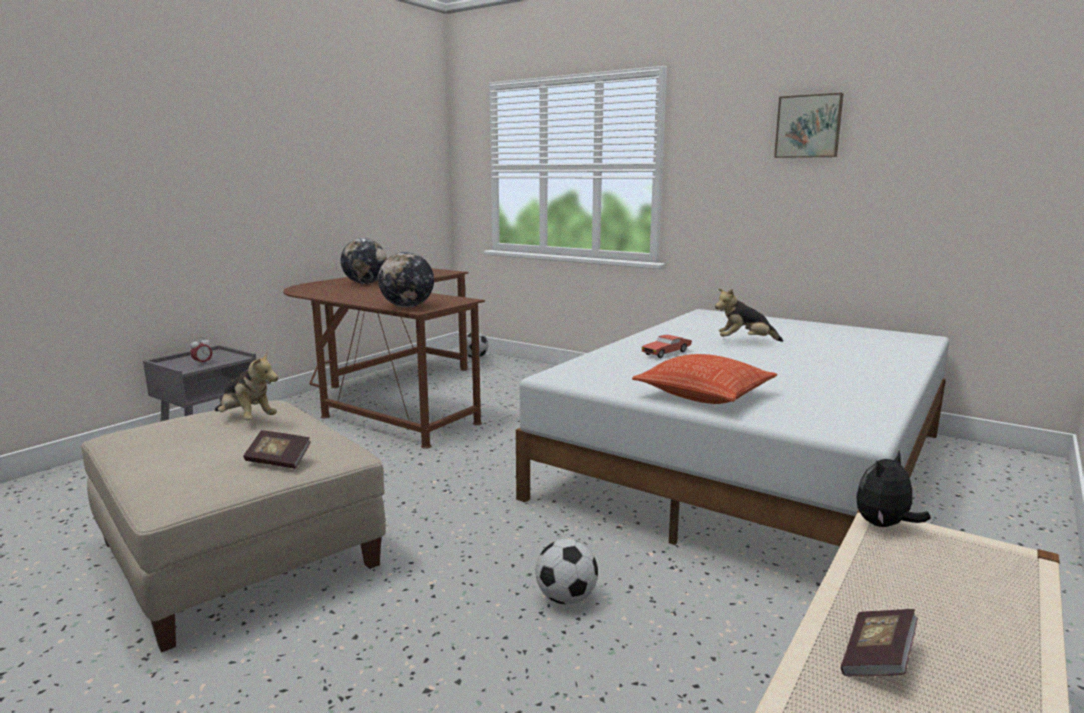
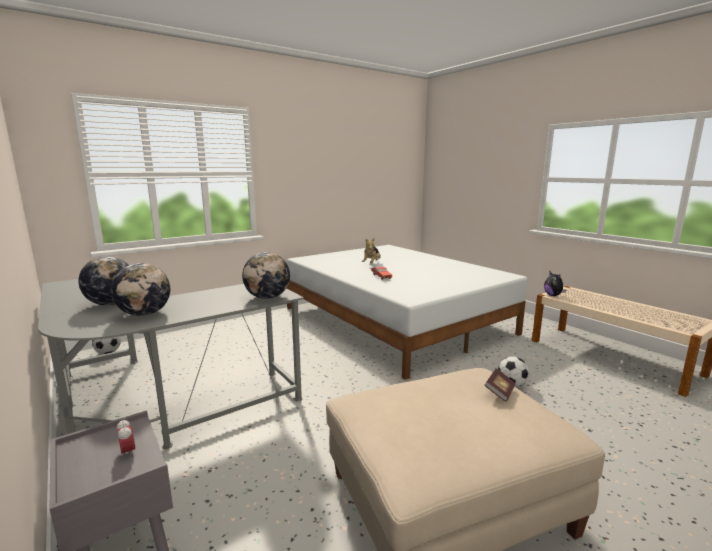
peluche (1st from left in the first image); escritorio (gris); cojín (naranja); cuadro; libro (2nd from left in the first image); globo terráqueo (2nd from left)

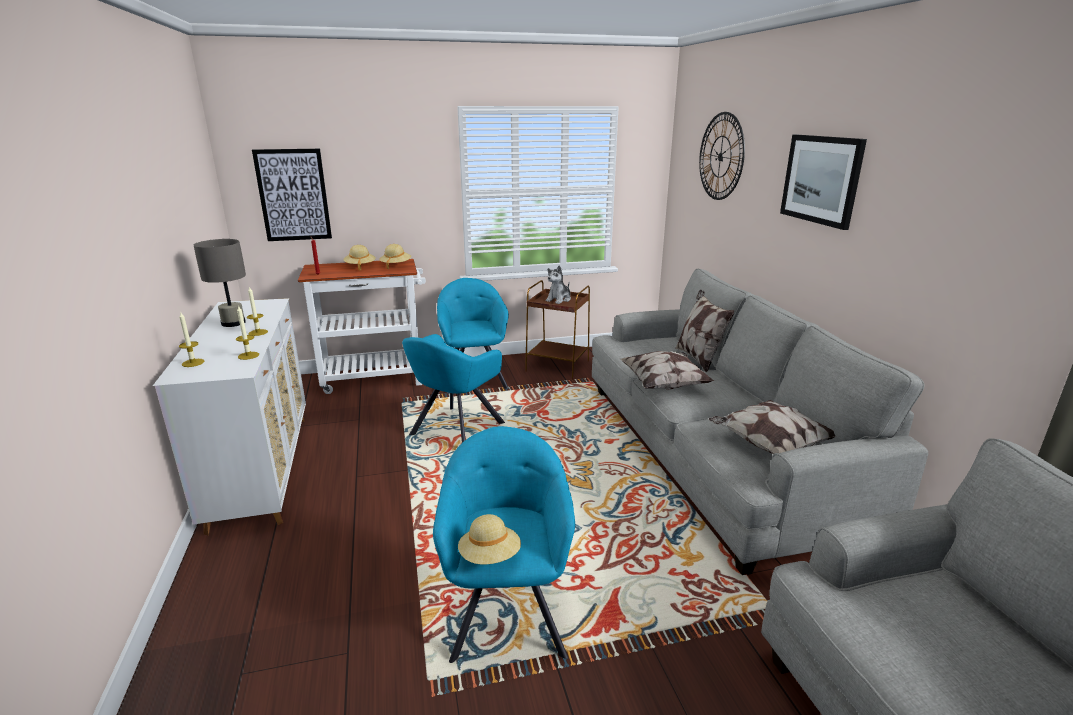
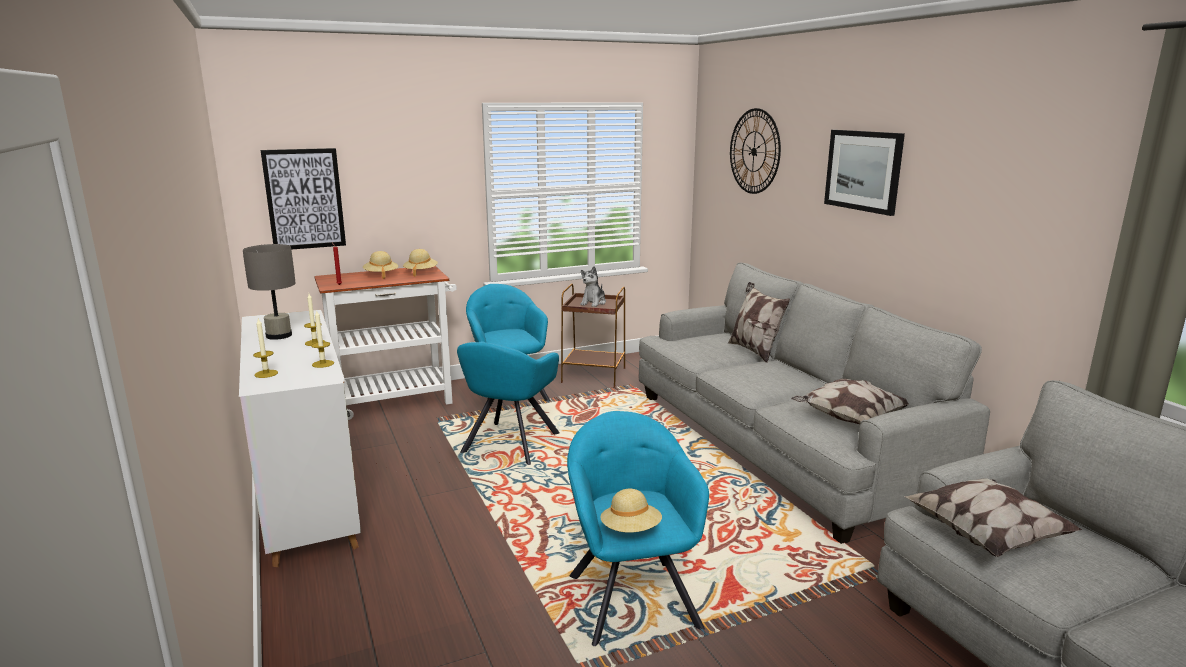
cojín (3rd from left)

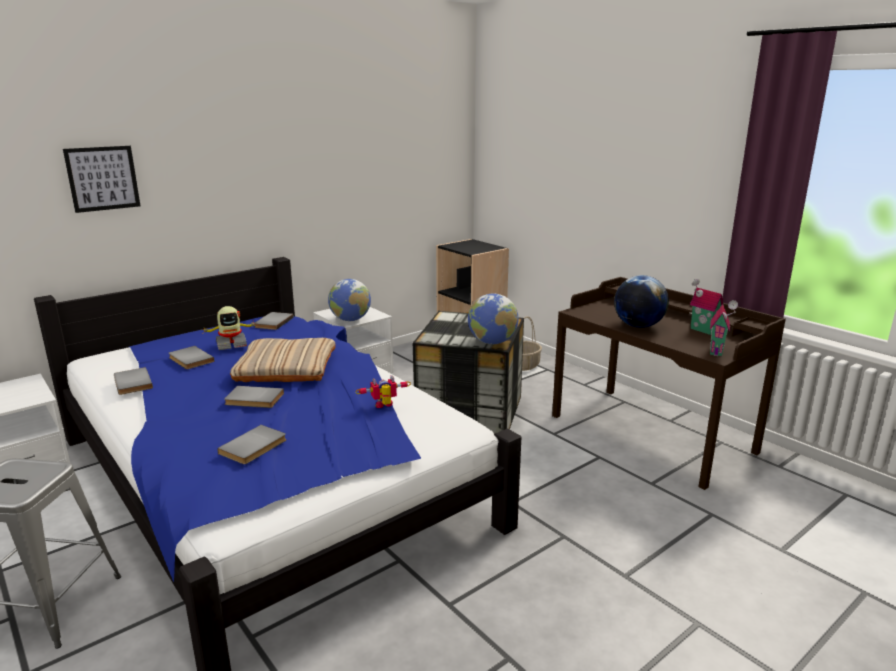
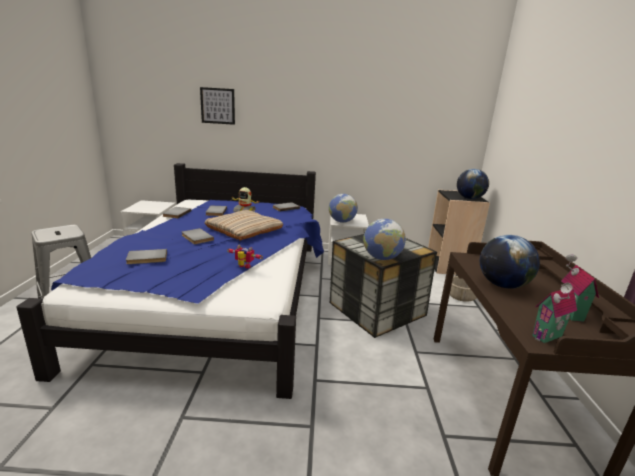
globo terráqueo (3rd from left)

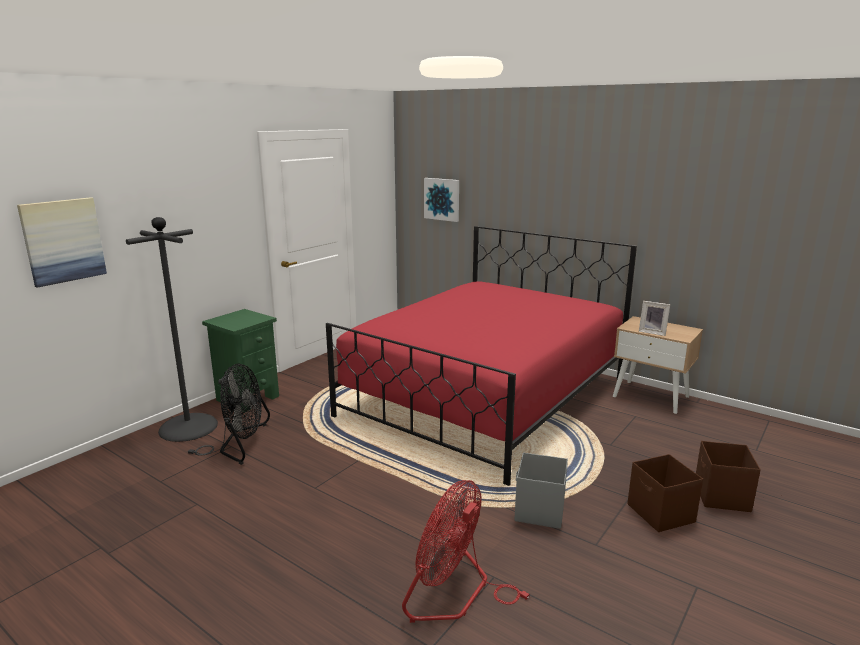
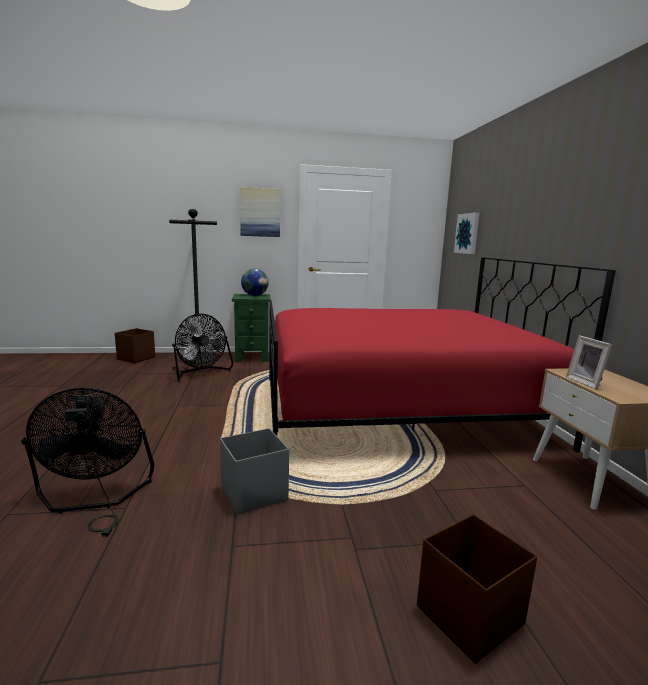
cuadro (1st from left); ventilador (negro) (1st from left); caja de almacenaje (marrón) (1st from left); globo terráqueo

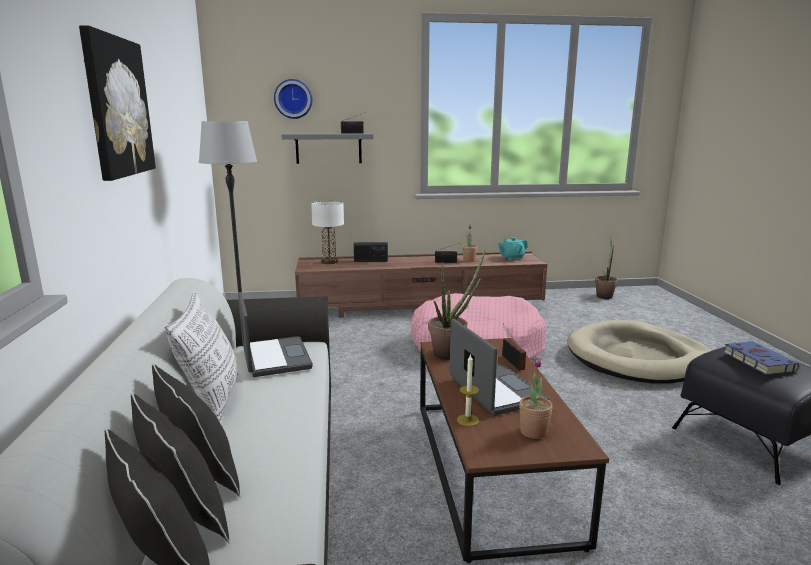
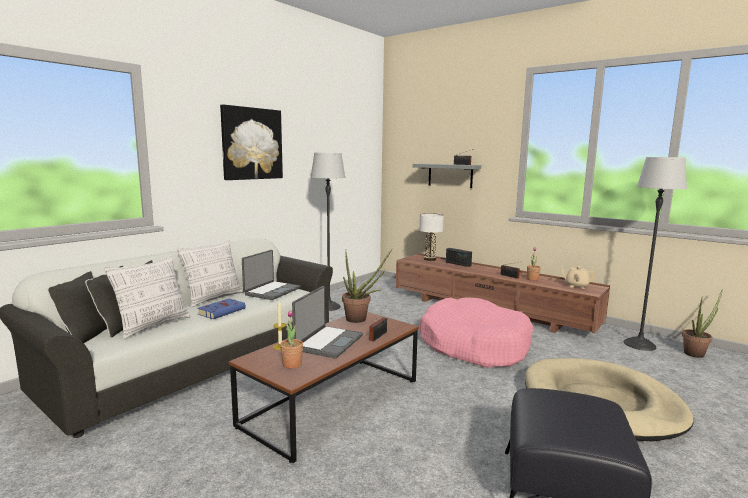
reloj de pared; tetera (beis); libro (azul); cojín (1st from left); lámpara de pie (2nd from left)

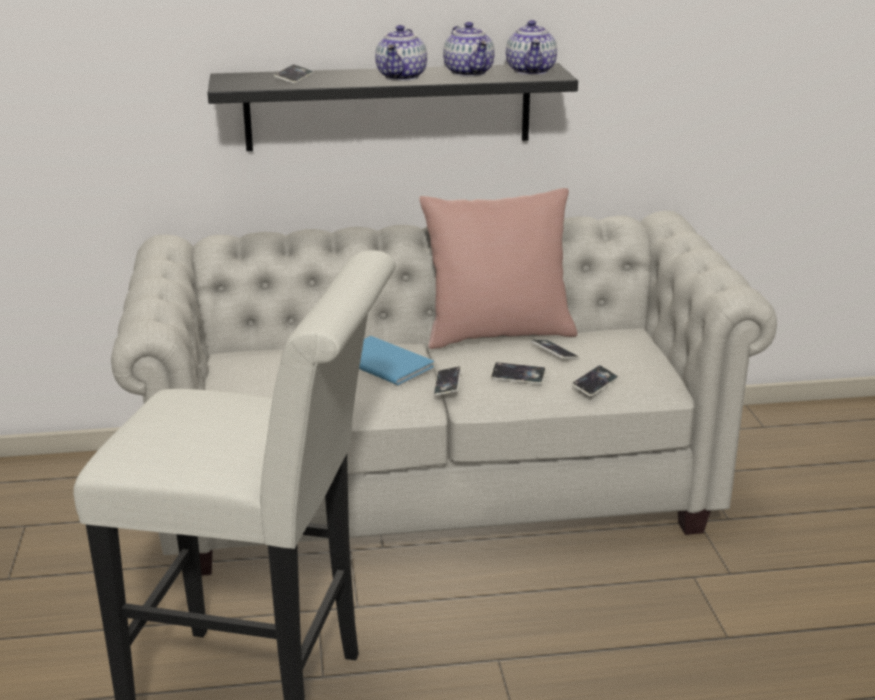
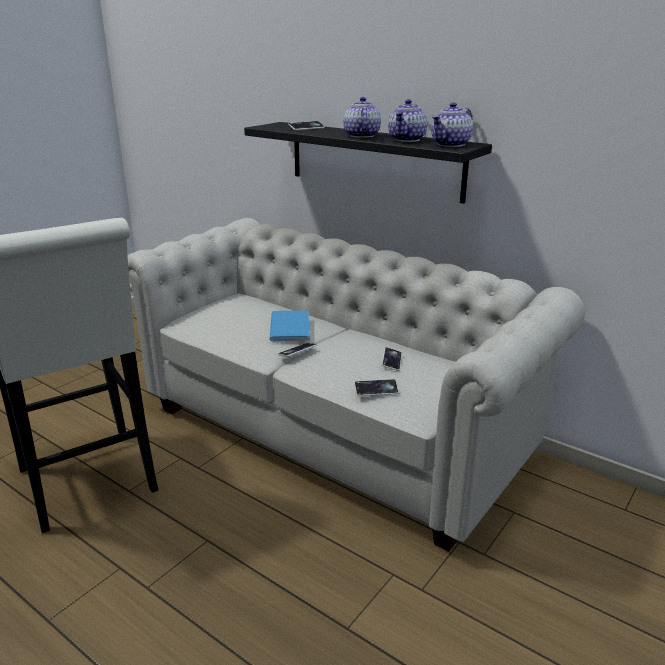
tetera (1st from left); cojín (rosa); móvil (3rd from left in the first image)

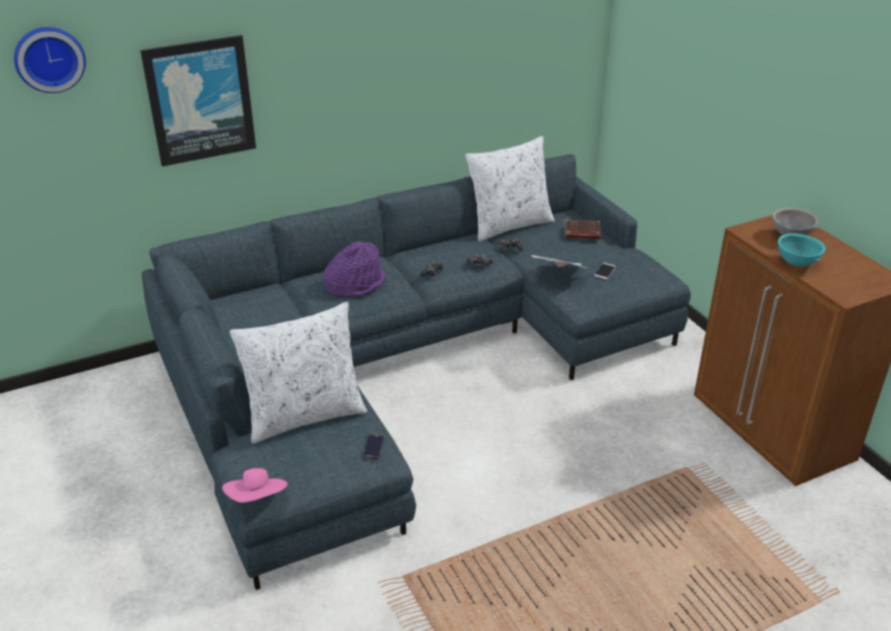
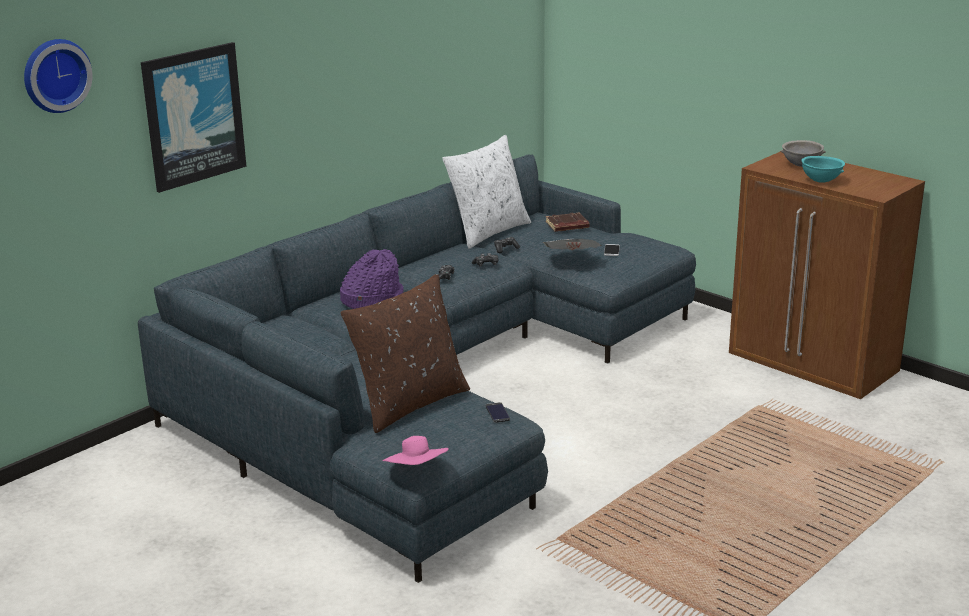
cojín (marrón)

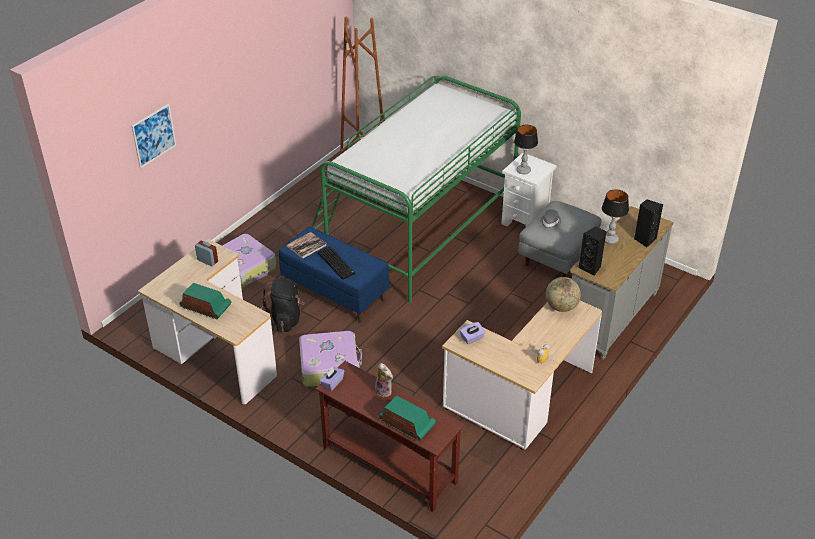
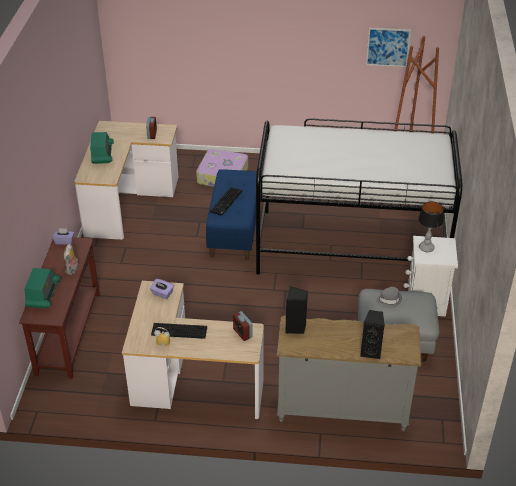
cuadro; mochila (negro); libro; maleta (2nd from left in the first image); cama (negro); despertador (3rd from left); lámpara de mesa (2nd from left in the first image); teclado (1st from left)

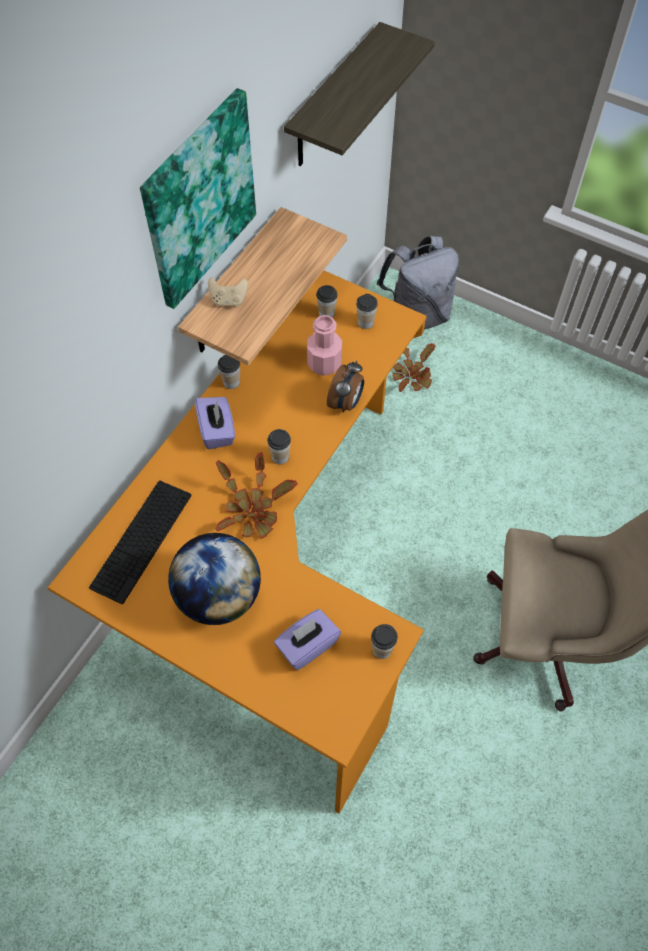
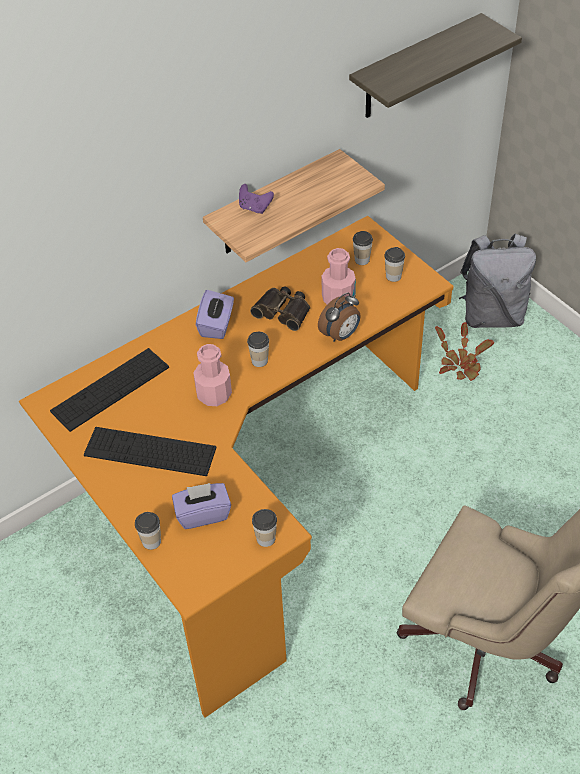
cuadro; teclado (2nd from left); mando de consola (morado); botella (rosa) (1st from left); taza (1st from left); prismáticos

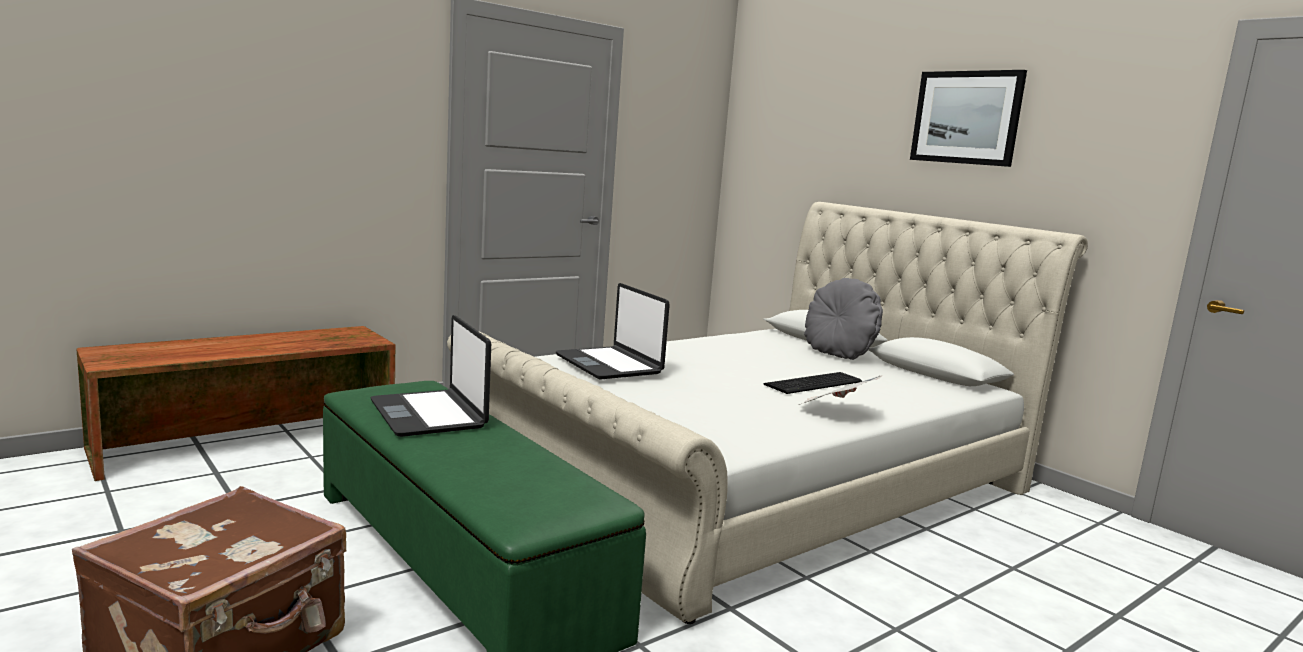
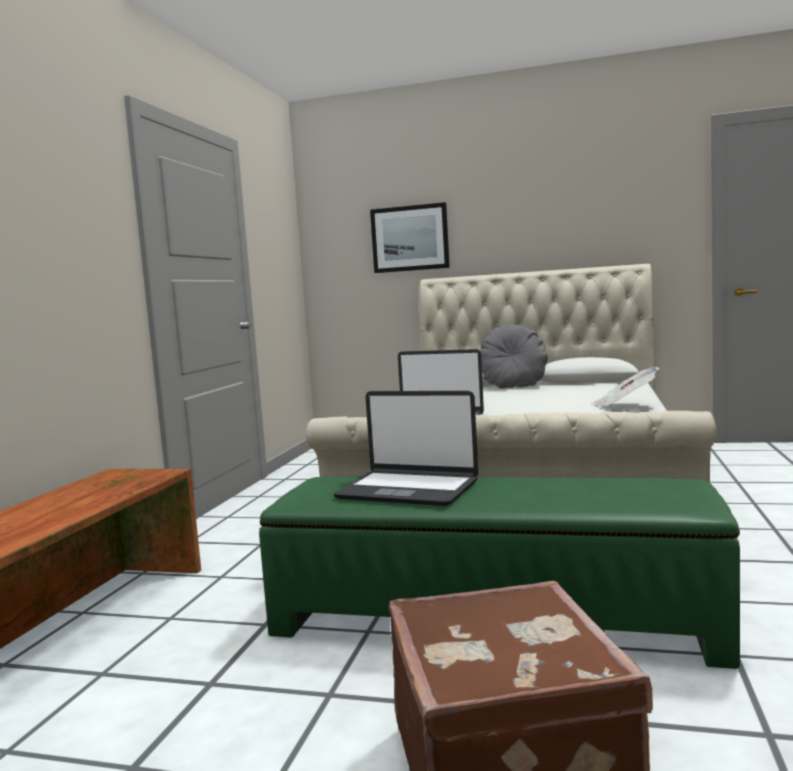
teclado; cuadro

